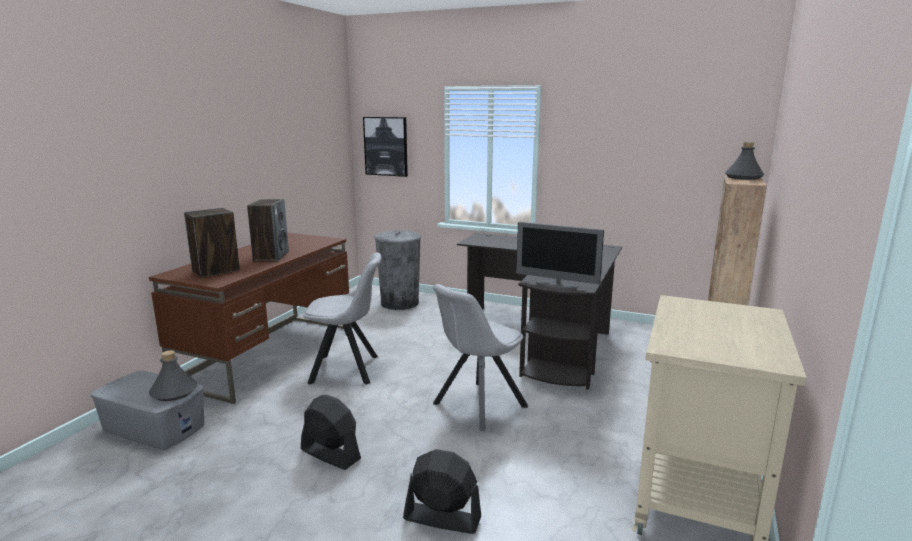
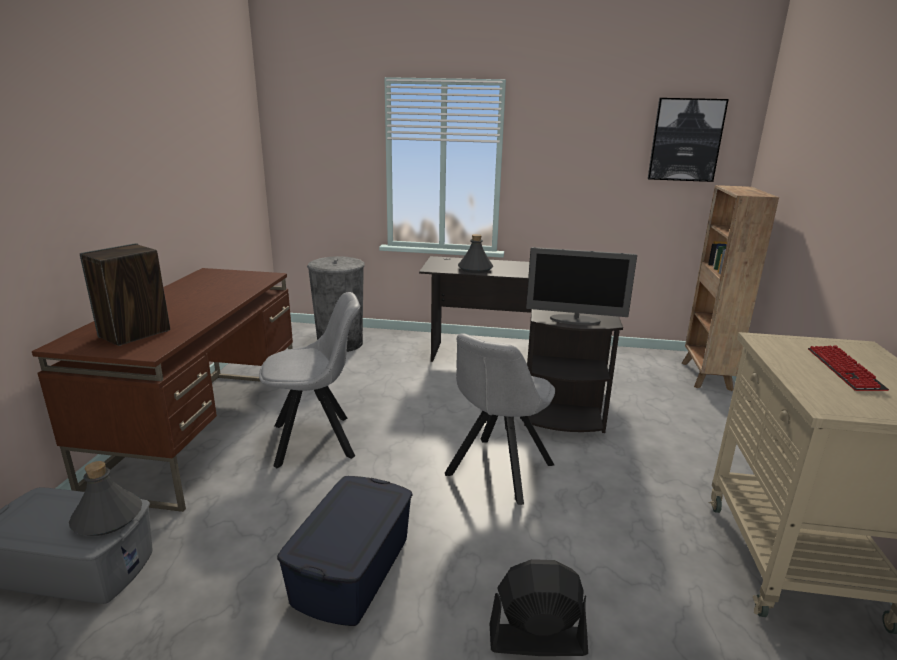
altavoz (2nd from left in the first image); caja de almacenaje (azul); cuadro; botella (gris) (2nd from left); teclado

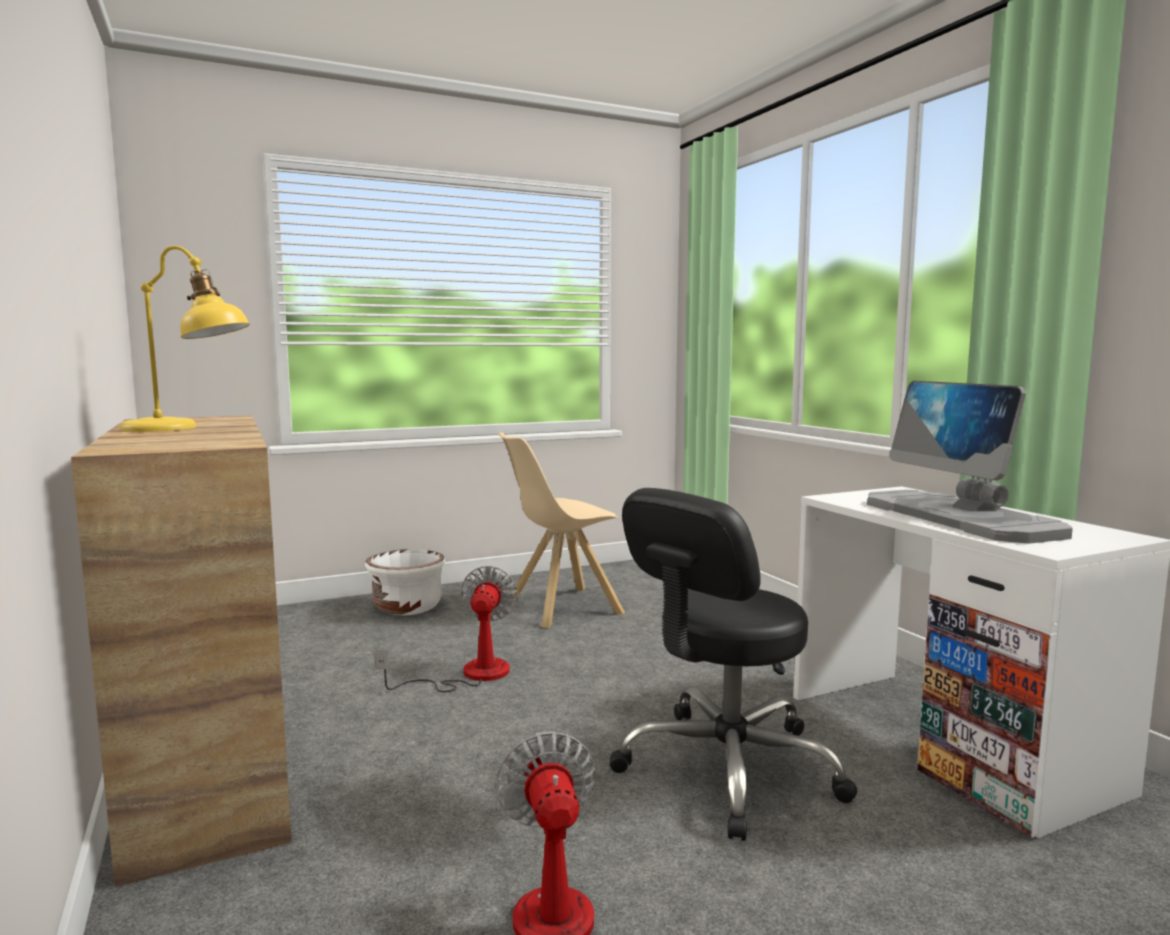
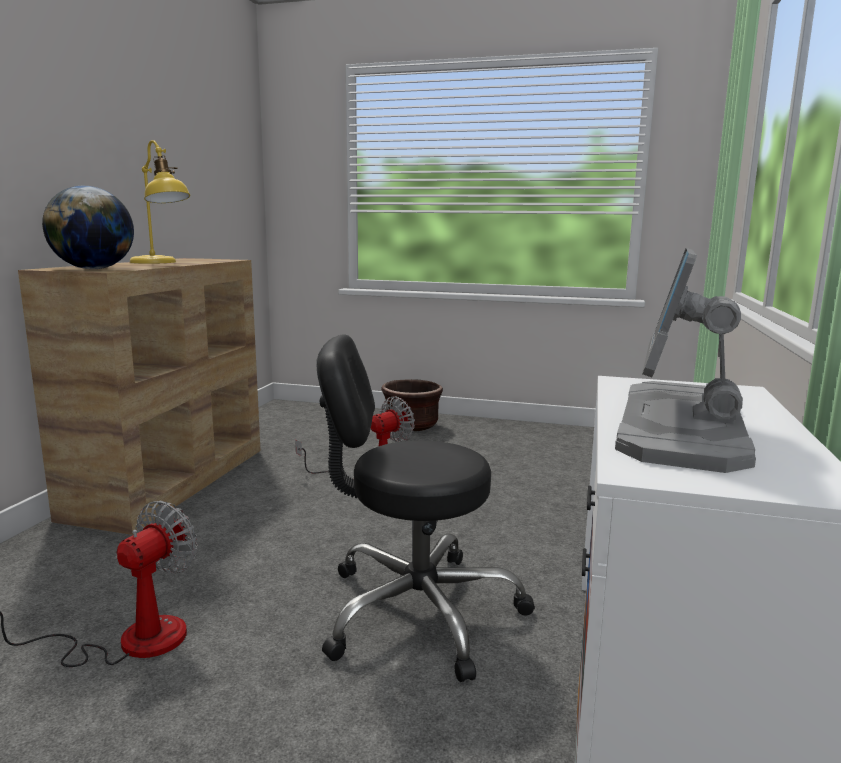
maceta (marrón); silla (beis); globo terráqueo

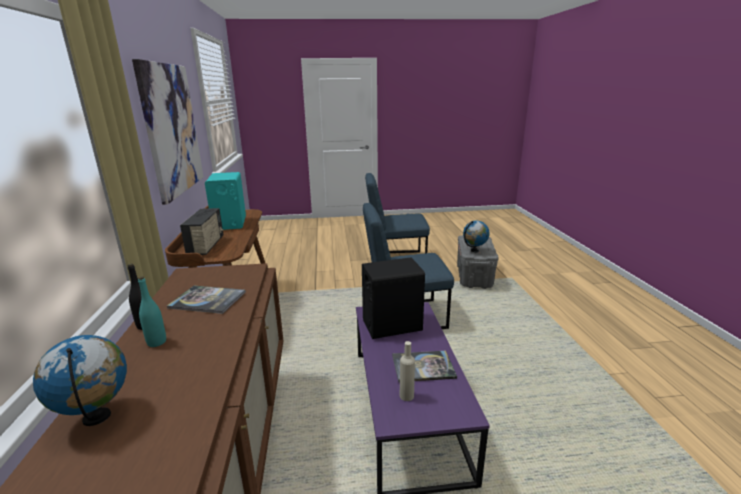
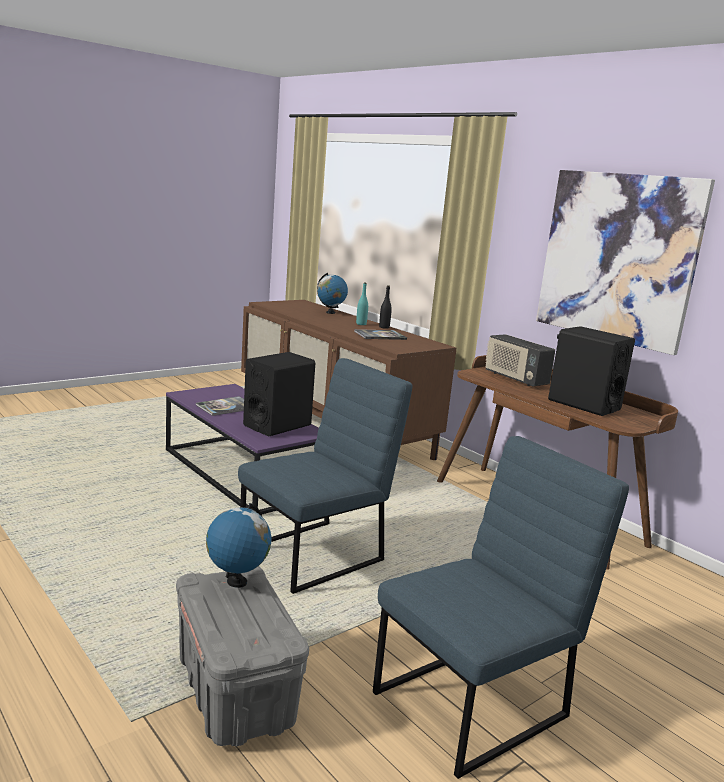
altavoz (negro) (2nd from left); botella (beis)

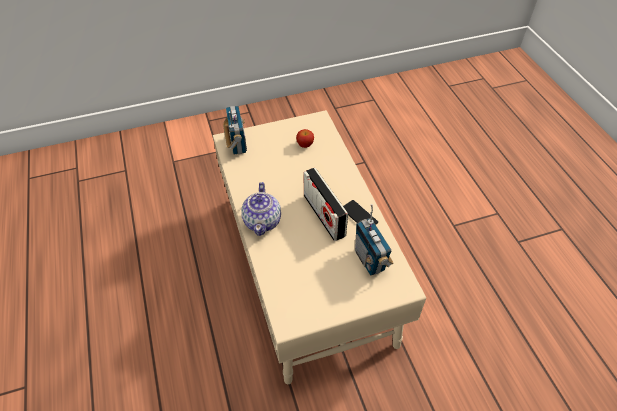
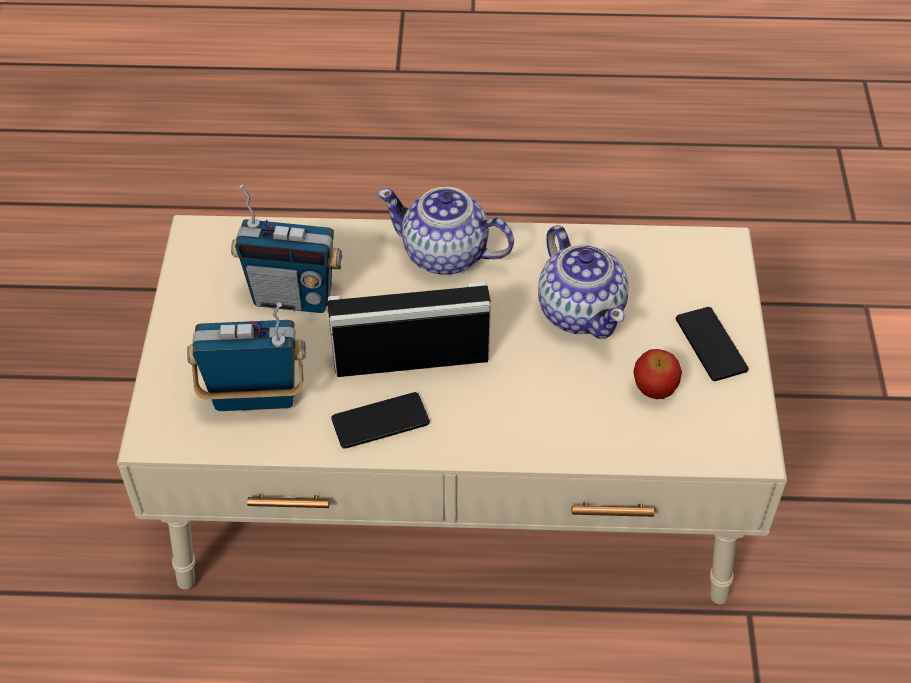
radio (2nd from left); tetera (2nd from left); móvil (2nd from left)

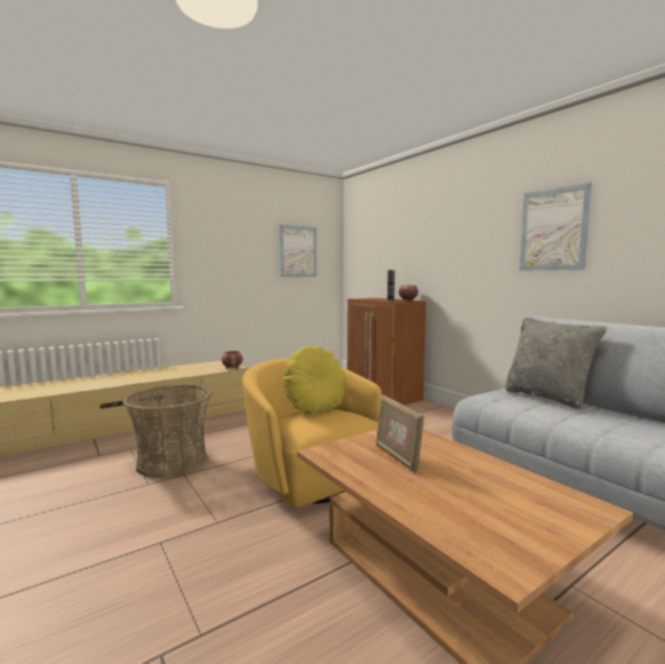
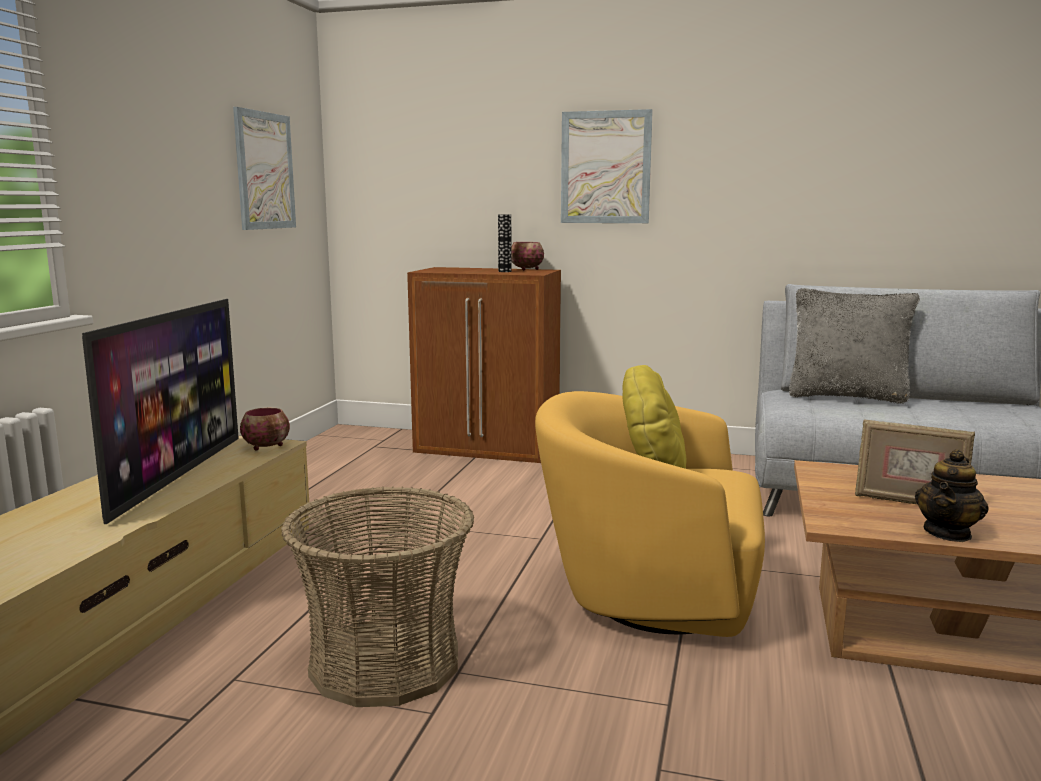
cuadro (2nd from left); televisor; tetera

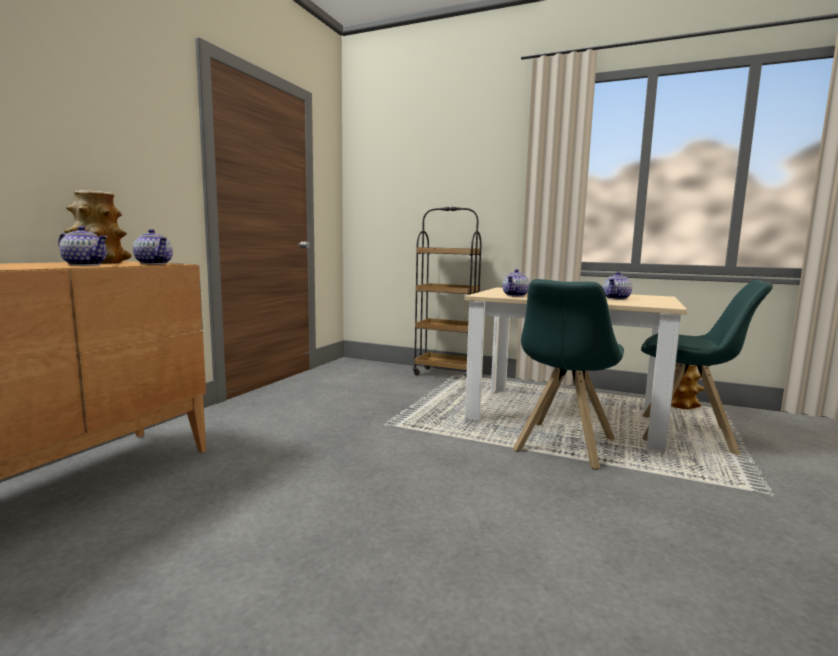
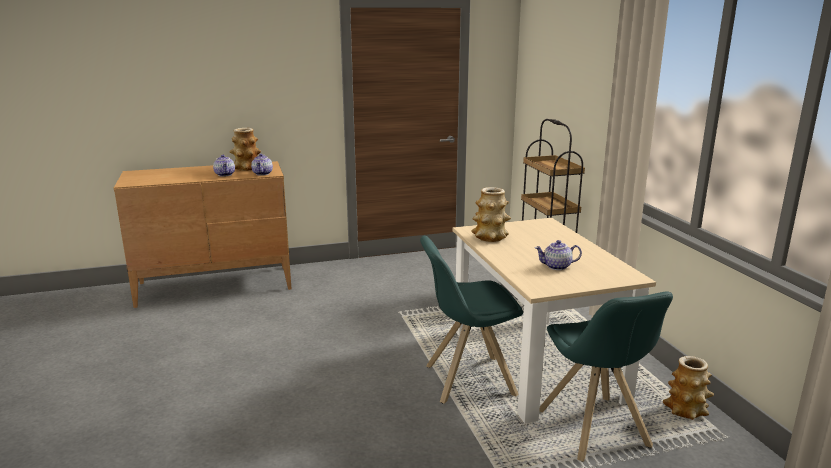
florero (2nd from left)

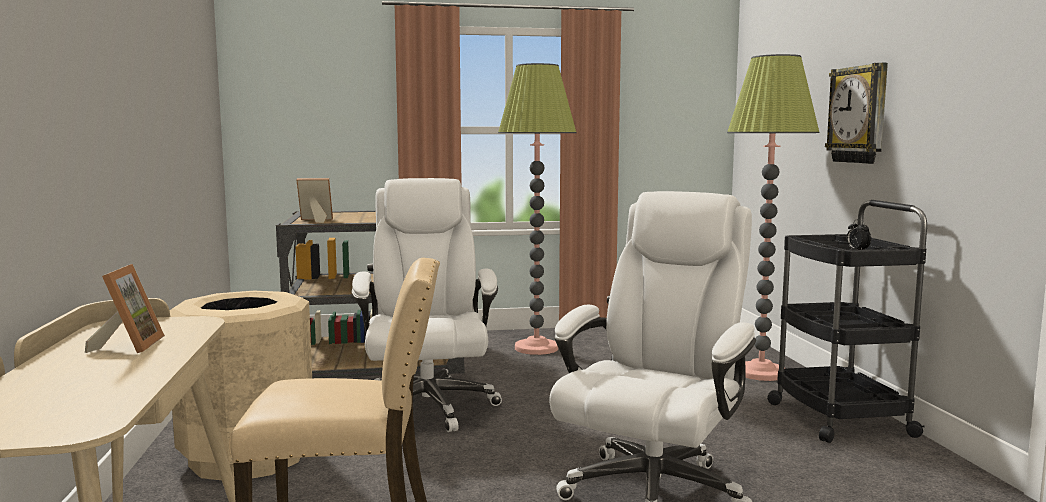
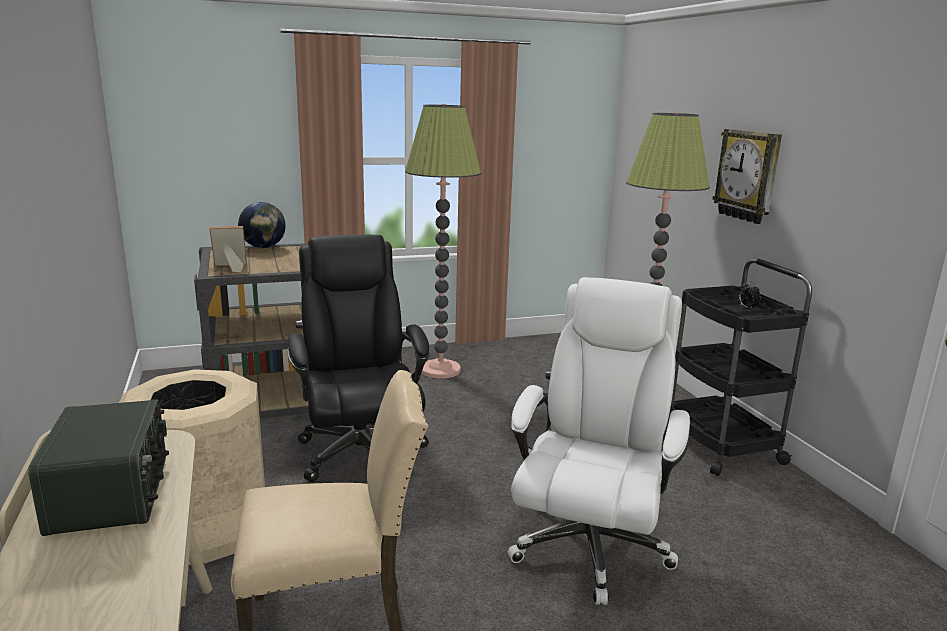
radio; silla de oficina (negro); globo terráqueo

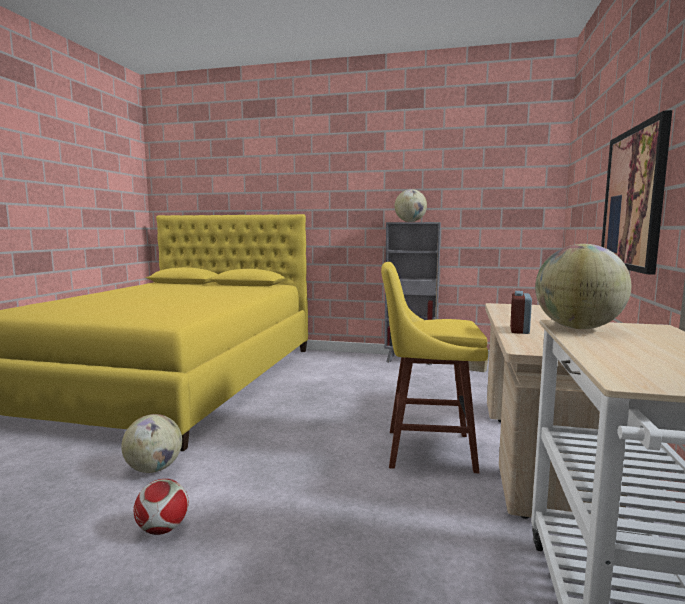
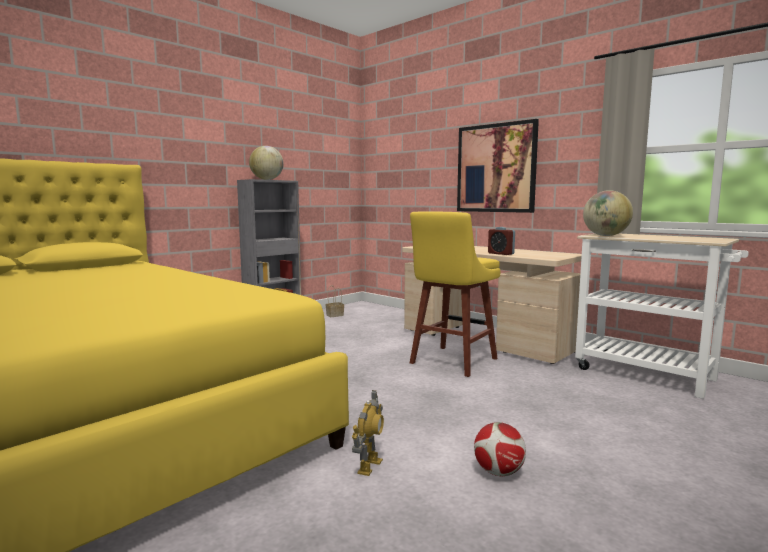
robot de juguete

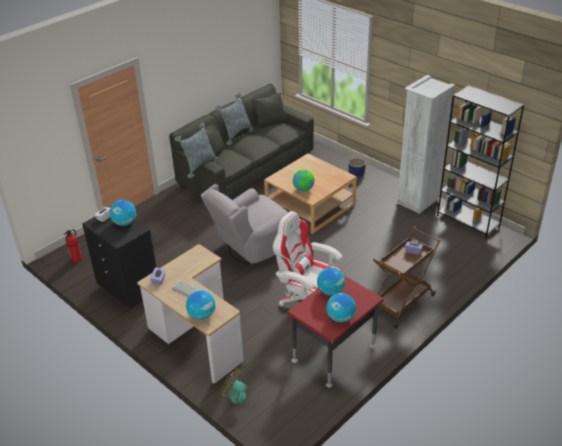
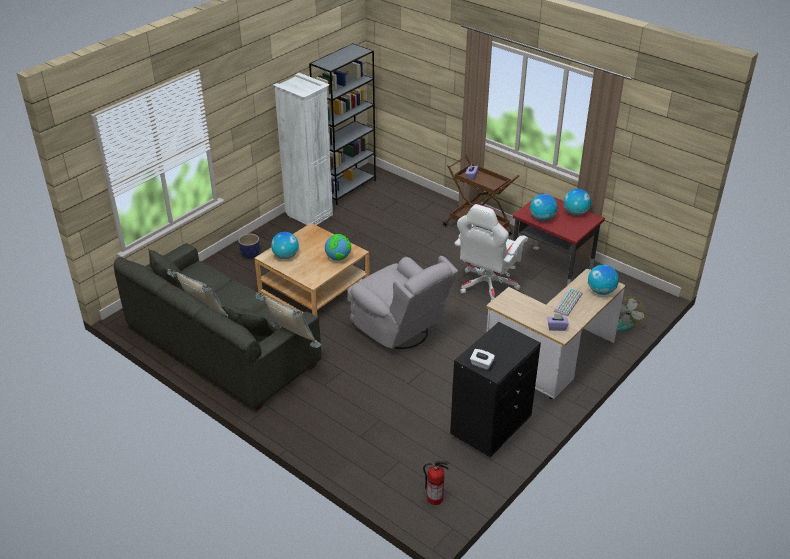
globo terráqueo (1st from left)

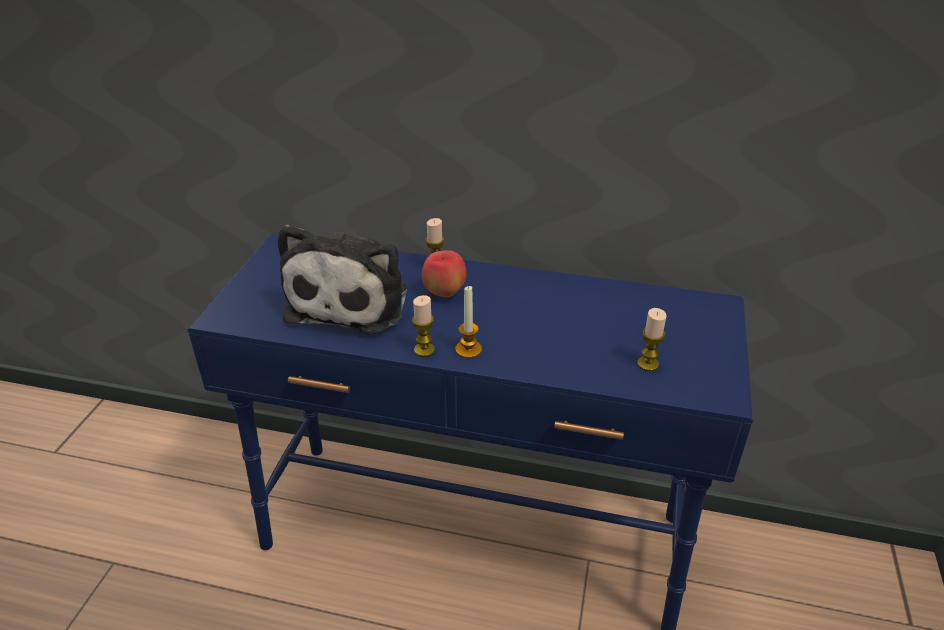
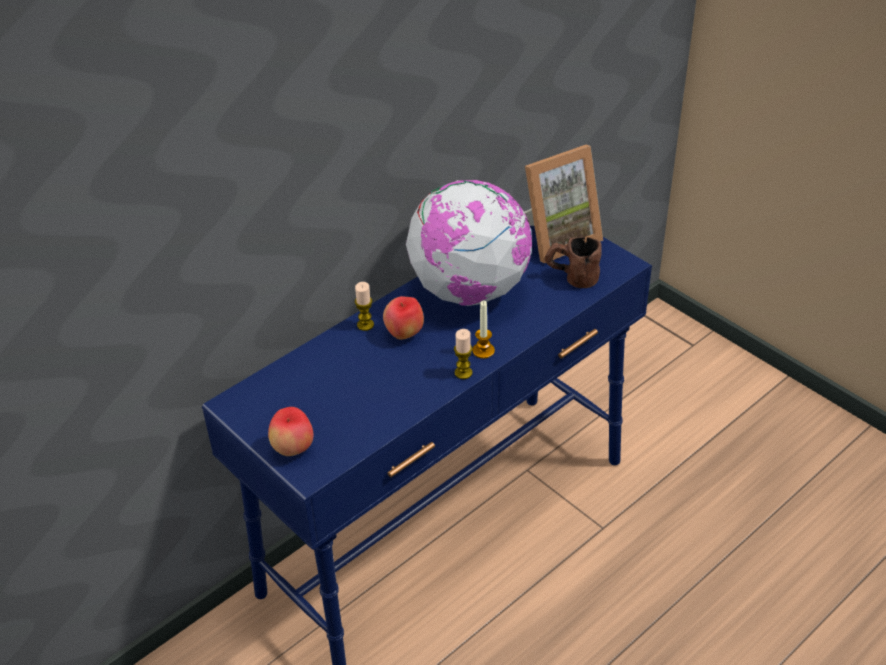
peluche; taza grande (marrón); manzana (1st from left); globo terráqueo; portarretratos

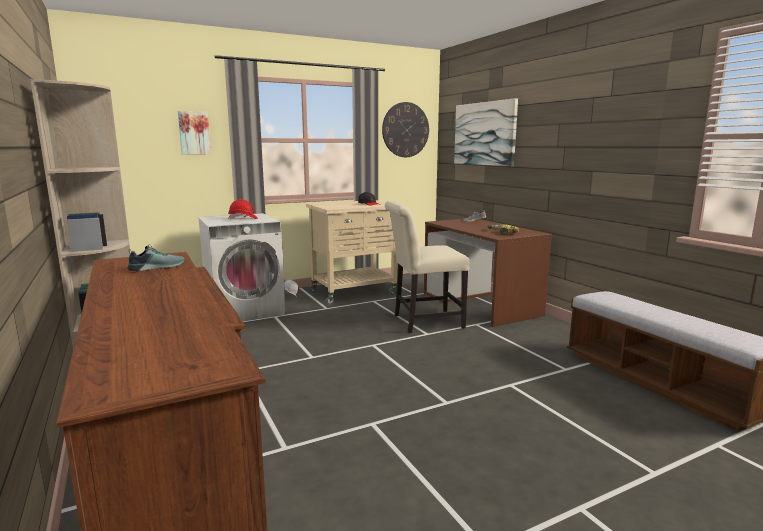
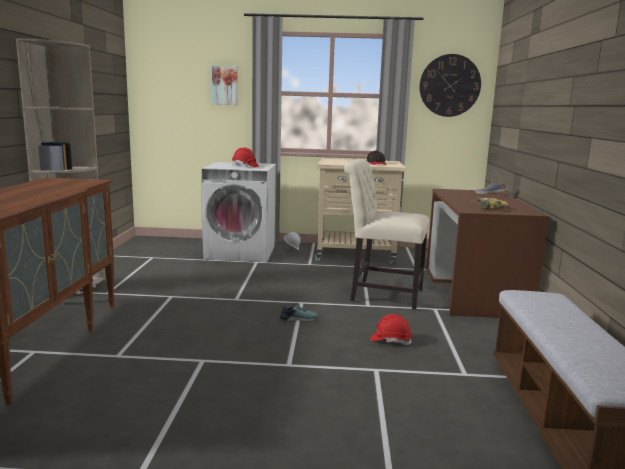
zapato (1st from left); cuadro (2nd from left in the first image); casco (rojo) (2nd from left)

